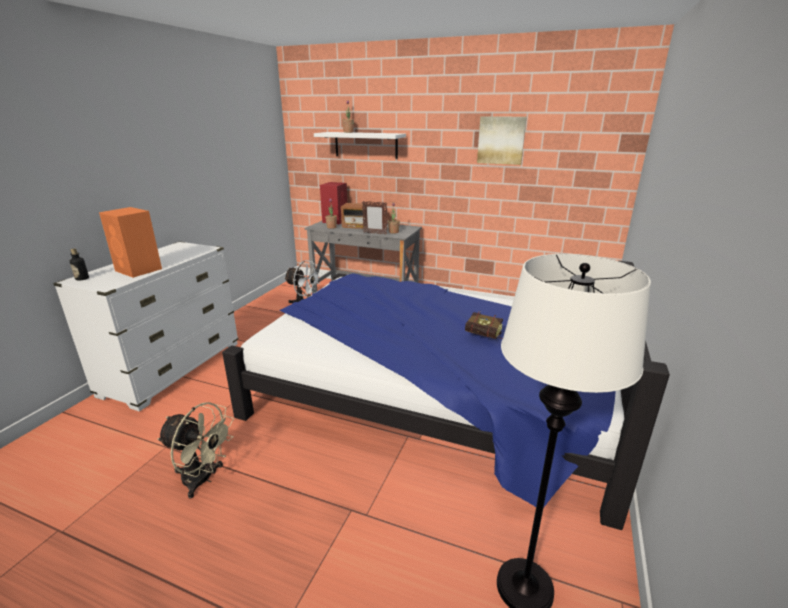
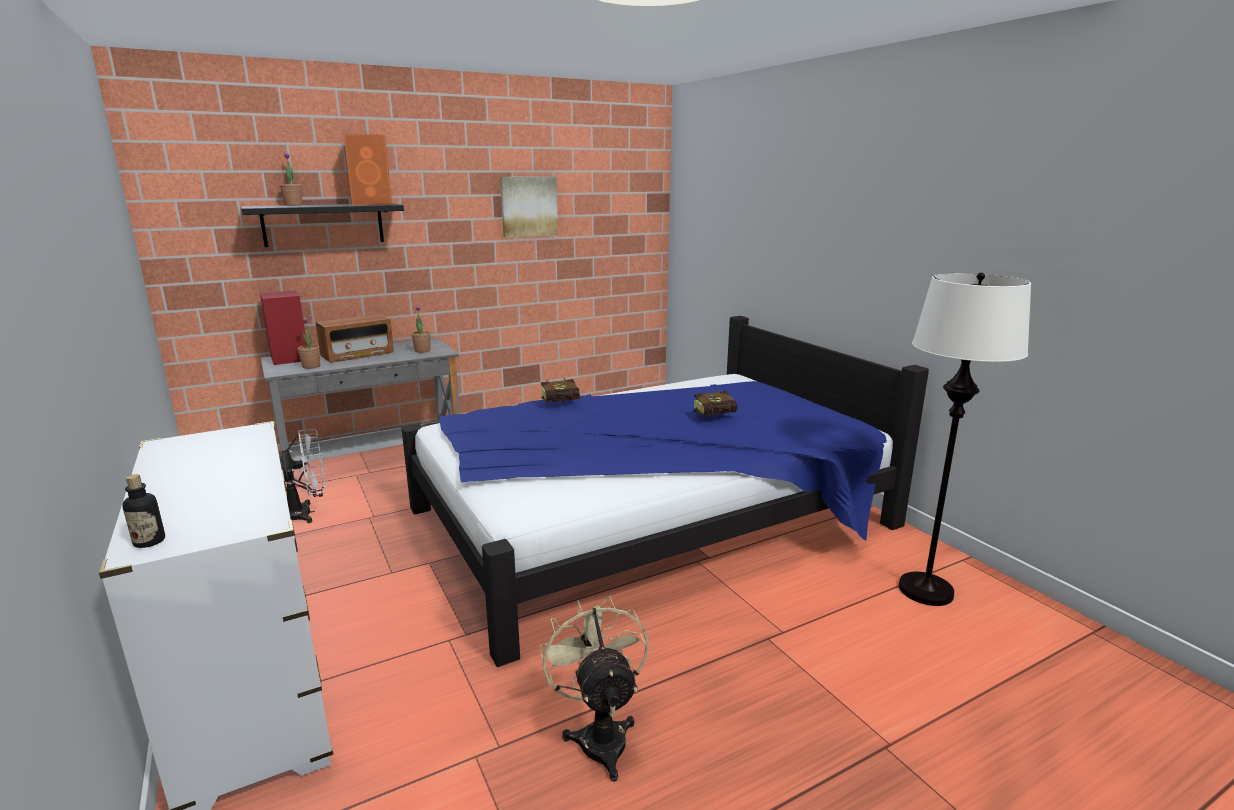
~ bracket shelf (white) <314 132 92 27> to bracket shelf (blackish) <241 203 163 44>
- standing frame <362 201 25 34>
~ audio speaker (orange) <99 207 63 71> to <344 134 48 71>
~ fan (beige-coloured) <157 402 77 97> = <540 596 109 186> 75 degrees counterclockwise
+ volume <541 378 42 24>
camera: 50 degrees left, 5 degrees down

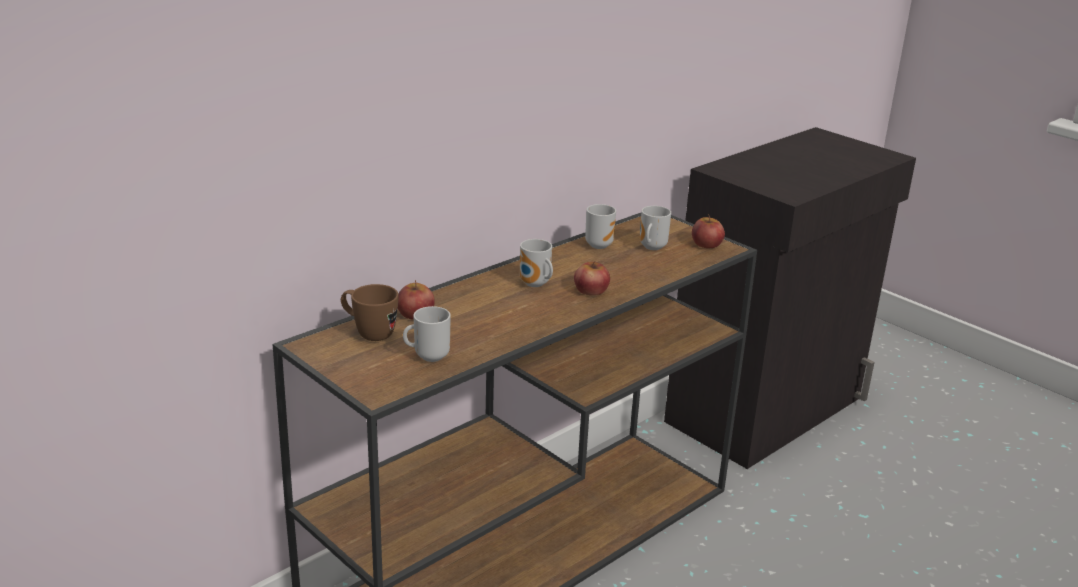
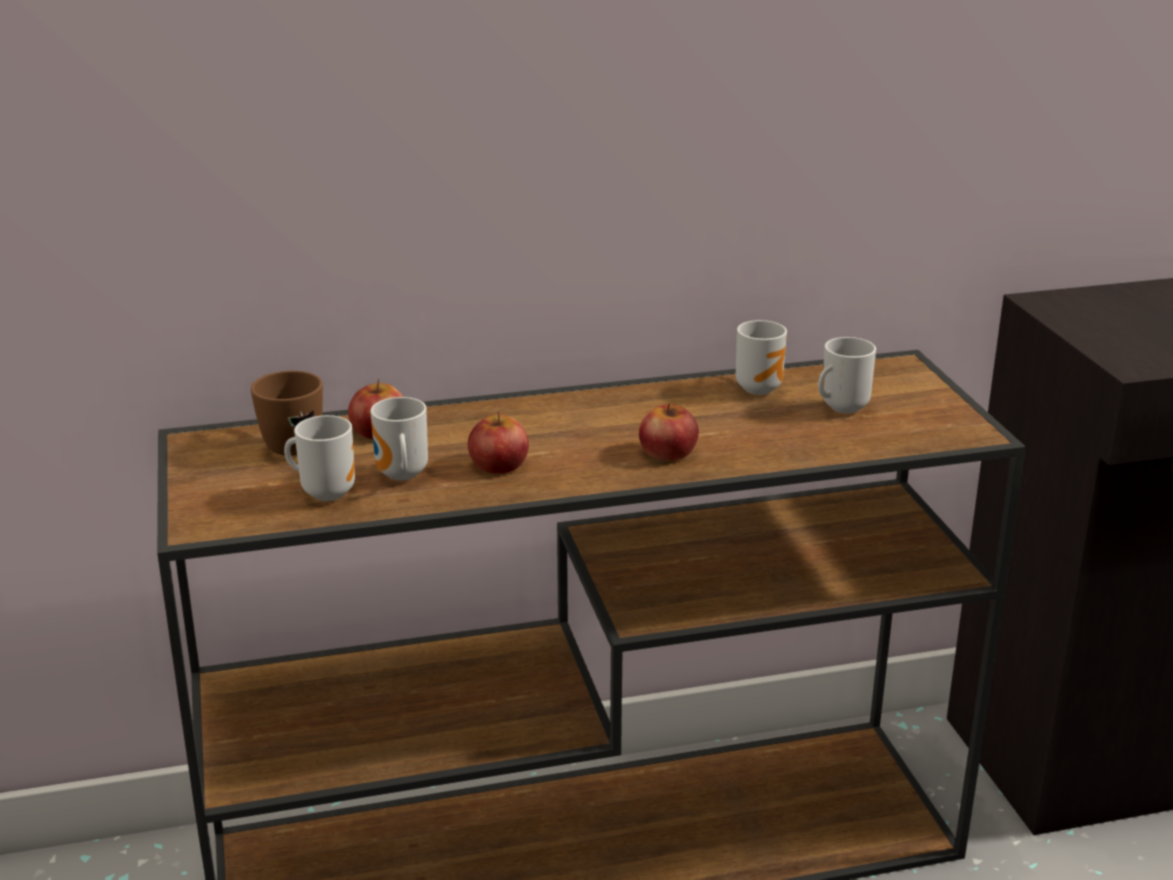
~ whole apple <692 214 33 34> to <468 410 61 64>
~ coffee mug <520 239 33 48> to <370 397 58 83>
camera: 30 degrees right, 0 degrees up

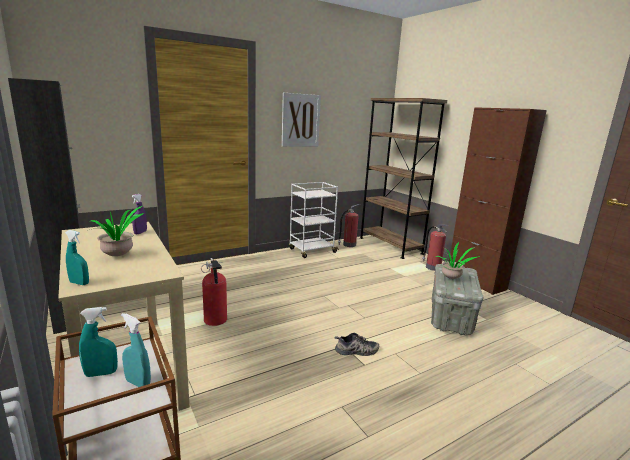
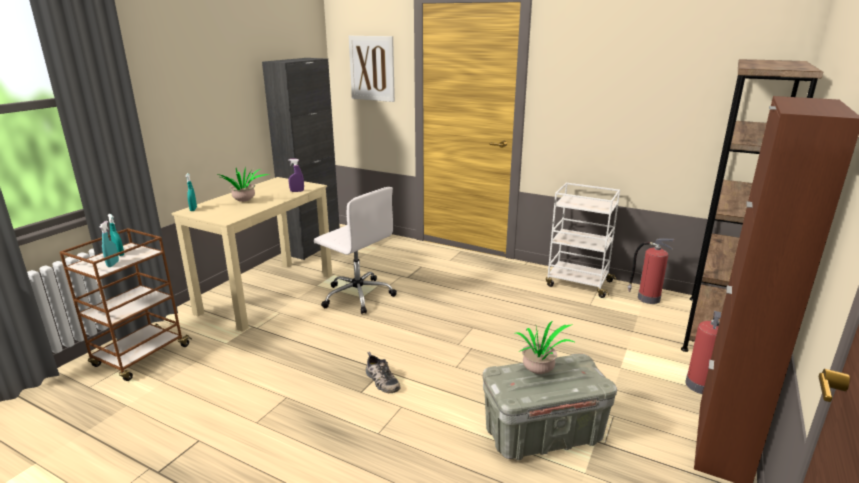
~ picture <282 93 39 54> to <349 36 46 66>
~ extinguisher <201 258 26 68> to computer chair (white) <314 187 83 127>
camera: 60 degrees right, 5 degrees up

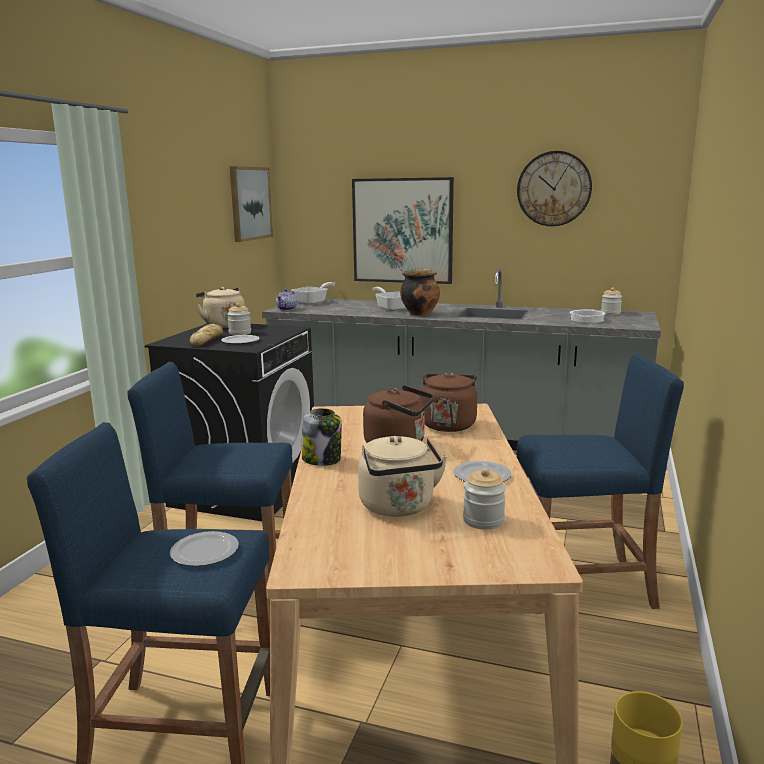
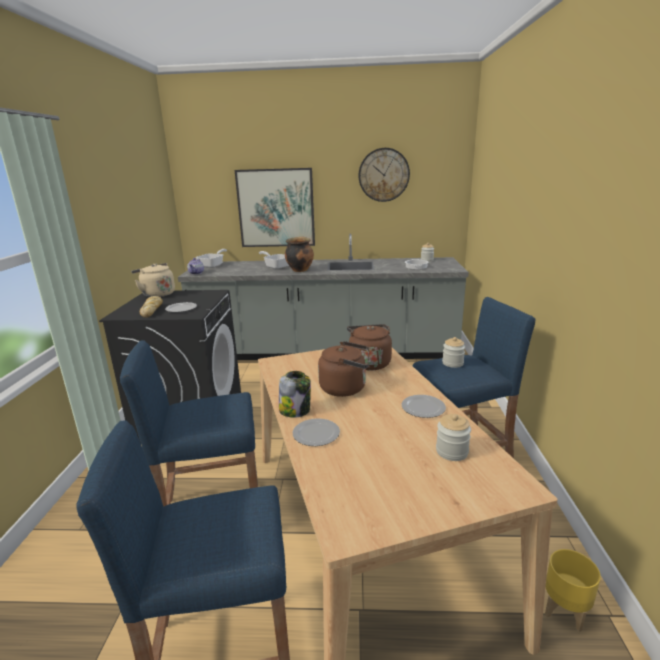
- picture <230 166 43 76>
~ preserve jar <227 303 24 32> to <442 337 23 31>
- kettle (beige-coloured) <358 436 90 81>
~ dinner plate <170 531 69 35> to <293 418 47 28>
camera: 15 degrees left, 5 degrees up

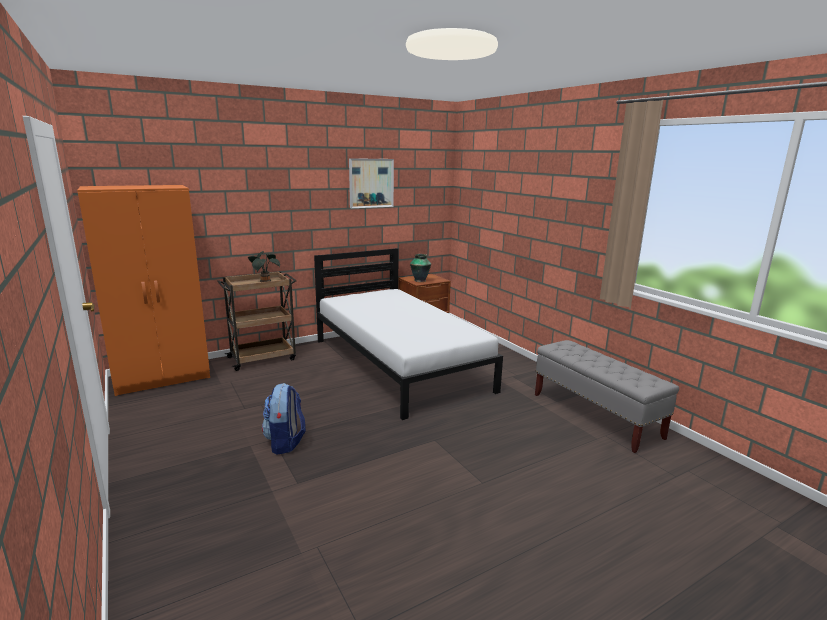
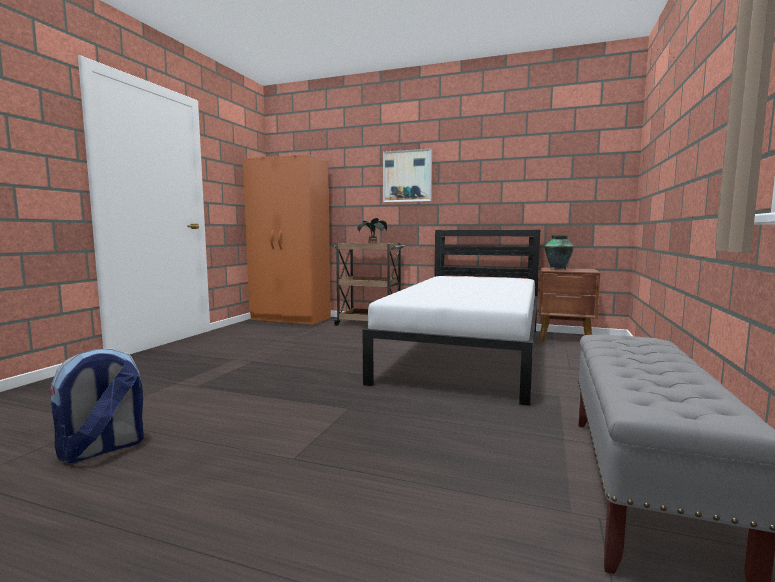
~ picture <349 158 45 50> to <383 149 49 53>
~ backpack <262 383 44 71> to <48 349 96 114>
camera: 50 degrees right, 10 degrees down

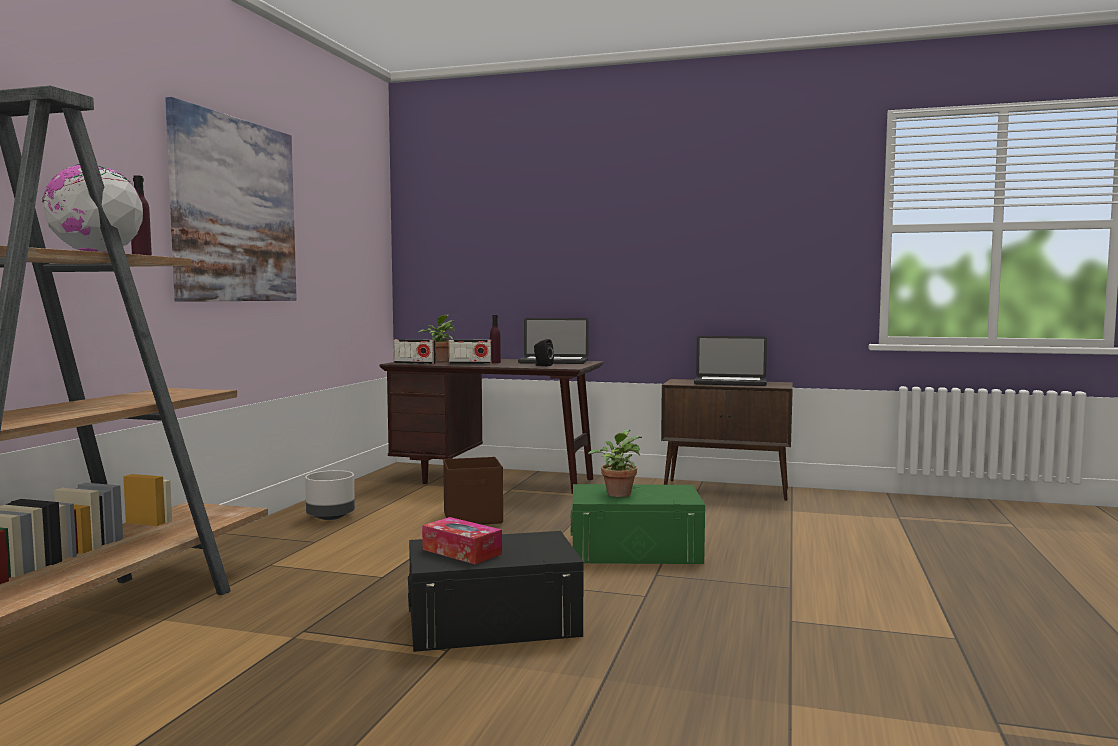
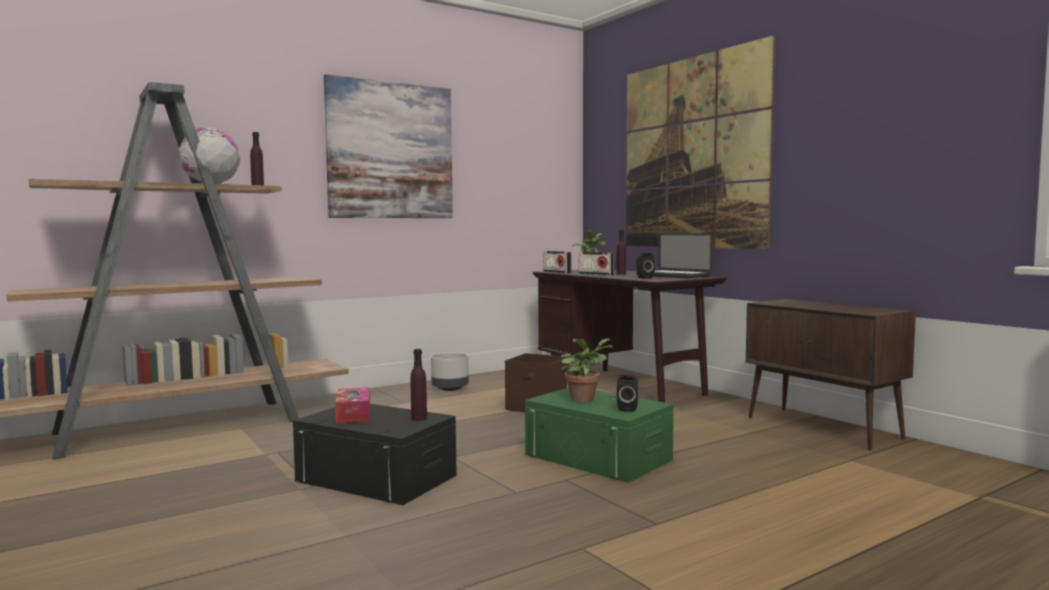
- laptop <694 336 73 50>
+ picture <626 35 149 214>
+ drink bottle (purple-coloured) <411 349 16 72>
+ audio speaker (blackish) <617 375 21 37>
camera: 40 degrees right, 0 degrees up

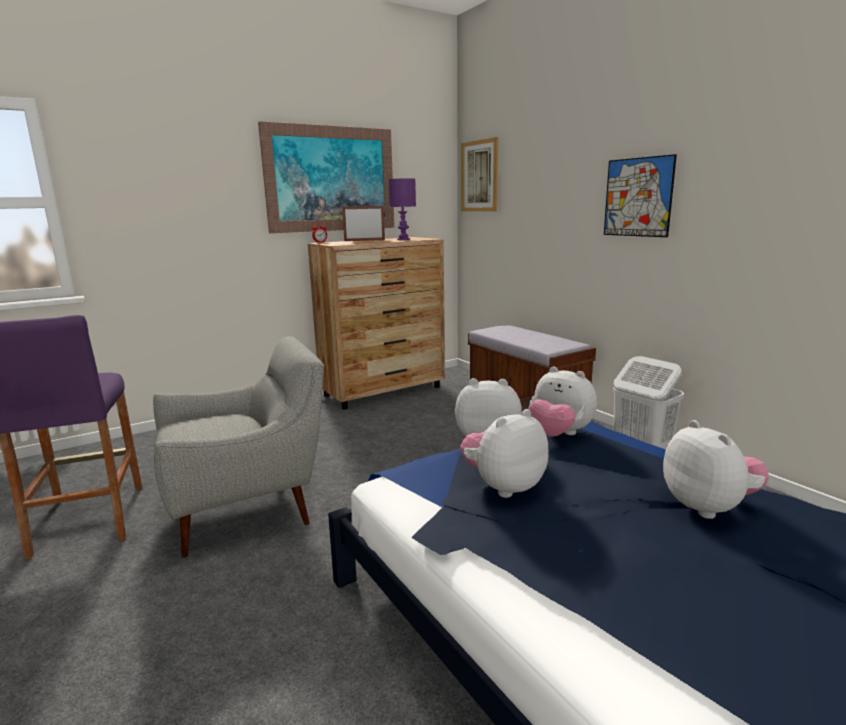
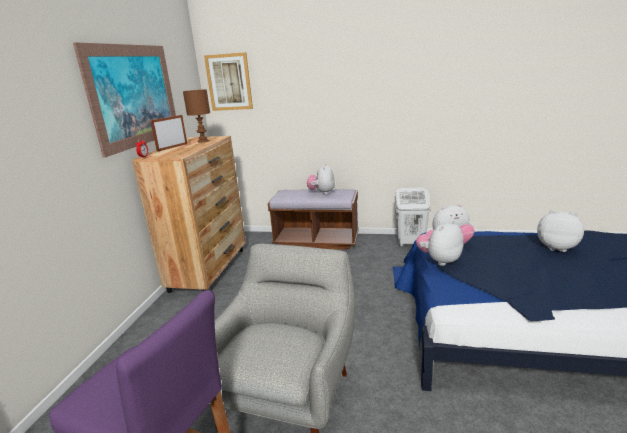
- picture <604 154 73 83>
~ lamp for a table (purple-coloured) <388 178 28 62> to lamp for a table (brown-coloured) <183 89 27 53>
~ plush toy <460 409 88 89> to <307 164 28 30>
camera: 45 degrees left, 5 degrees up

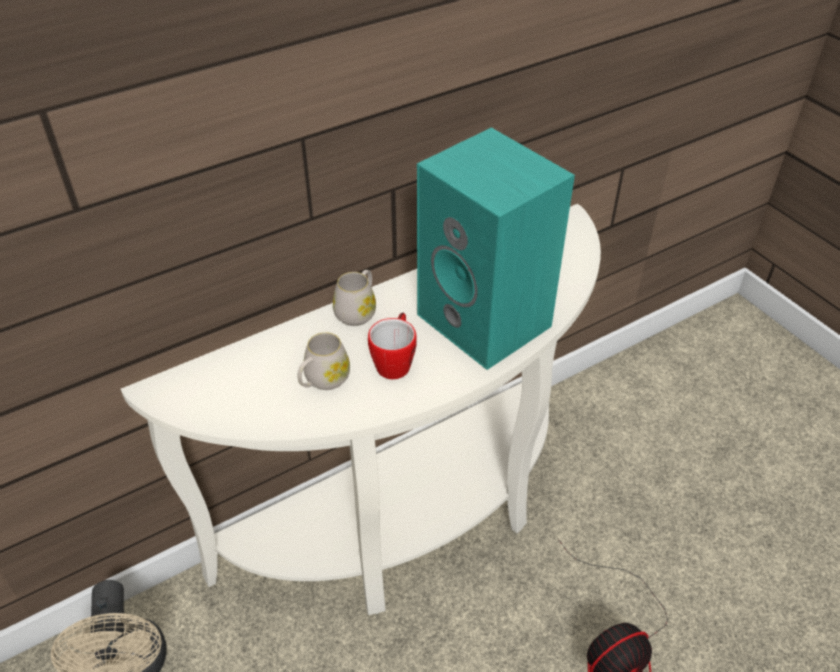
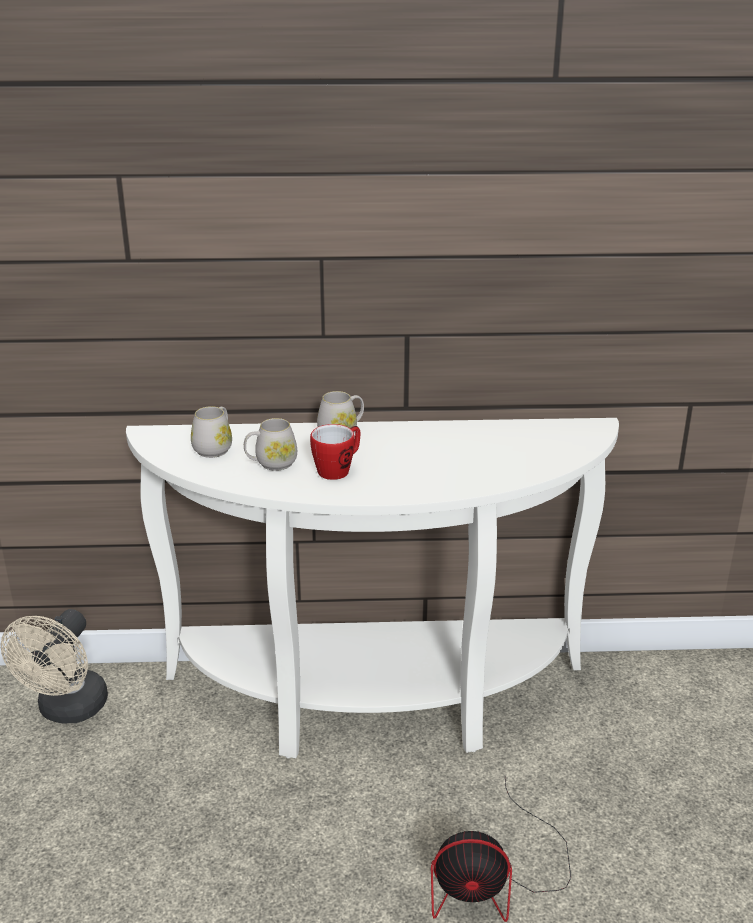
- audio speaker (blue-green) <417 128 158 242>
+ coffee mug (white) <191 406 41 52>
camera: 30 degrees right, 15 degrees down

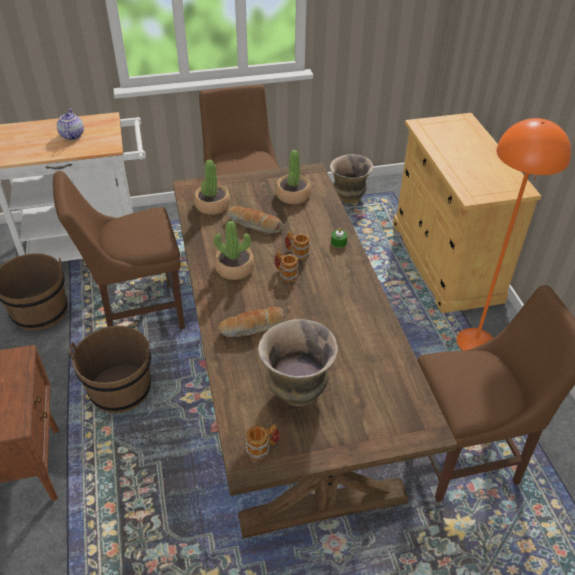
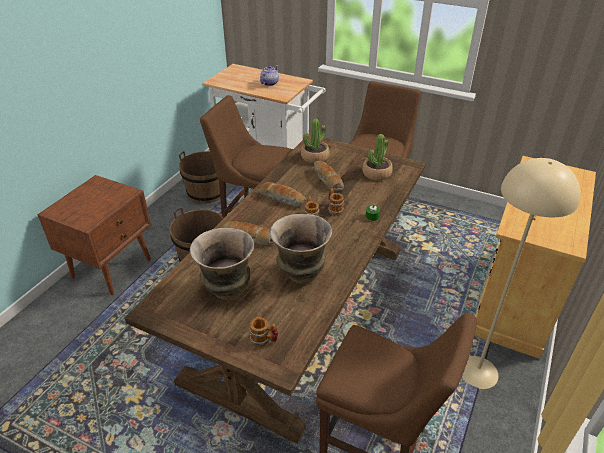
~ standing lamp (orange) <457 118 114 232> to standing lamp (beige-coloured) <462 158 119 231>
~ flower vase <330 154 43 50> to <270 214 62 69>
~ potted plant <214 221 41 59> to bread <259 182 47 25>
~ coffee mug <246 424 34 36> to <250 317 29 30>
camera: 40 degrees right, 5 degrees down

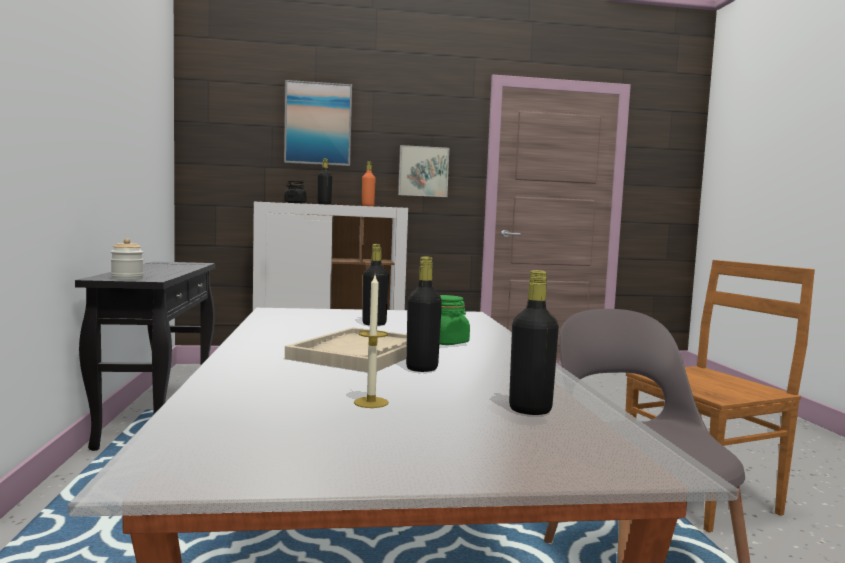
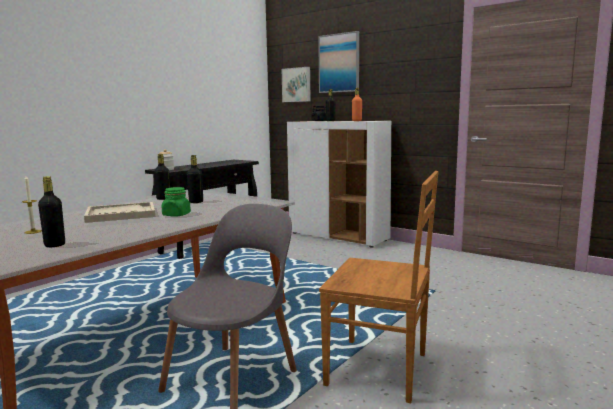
~ picture <398 145 51 52> to <282 67 29 35>
~ drink bottle (blackish) <406 257 36 115> to <154 154 16 46>
camera: 45 degrees right, 5 degrees up

